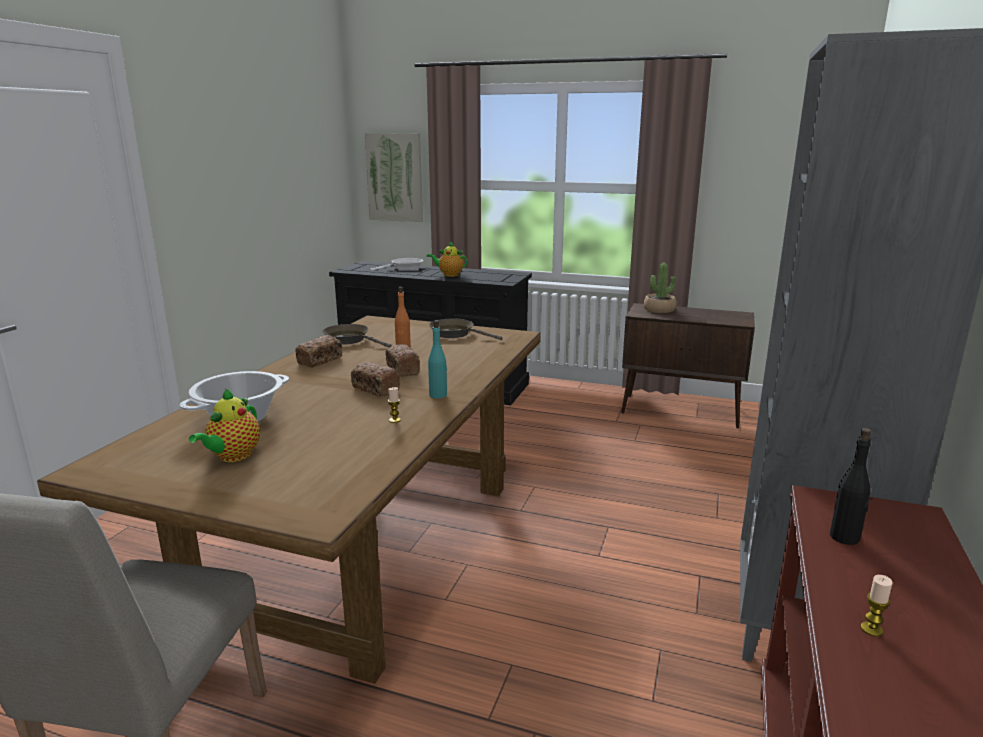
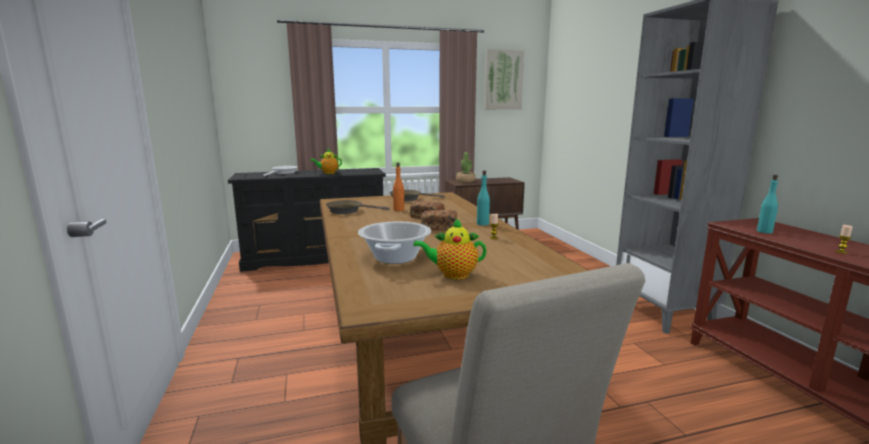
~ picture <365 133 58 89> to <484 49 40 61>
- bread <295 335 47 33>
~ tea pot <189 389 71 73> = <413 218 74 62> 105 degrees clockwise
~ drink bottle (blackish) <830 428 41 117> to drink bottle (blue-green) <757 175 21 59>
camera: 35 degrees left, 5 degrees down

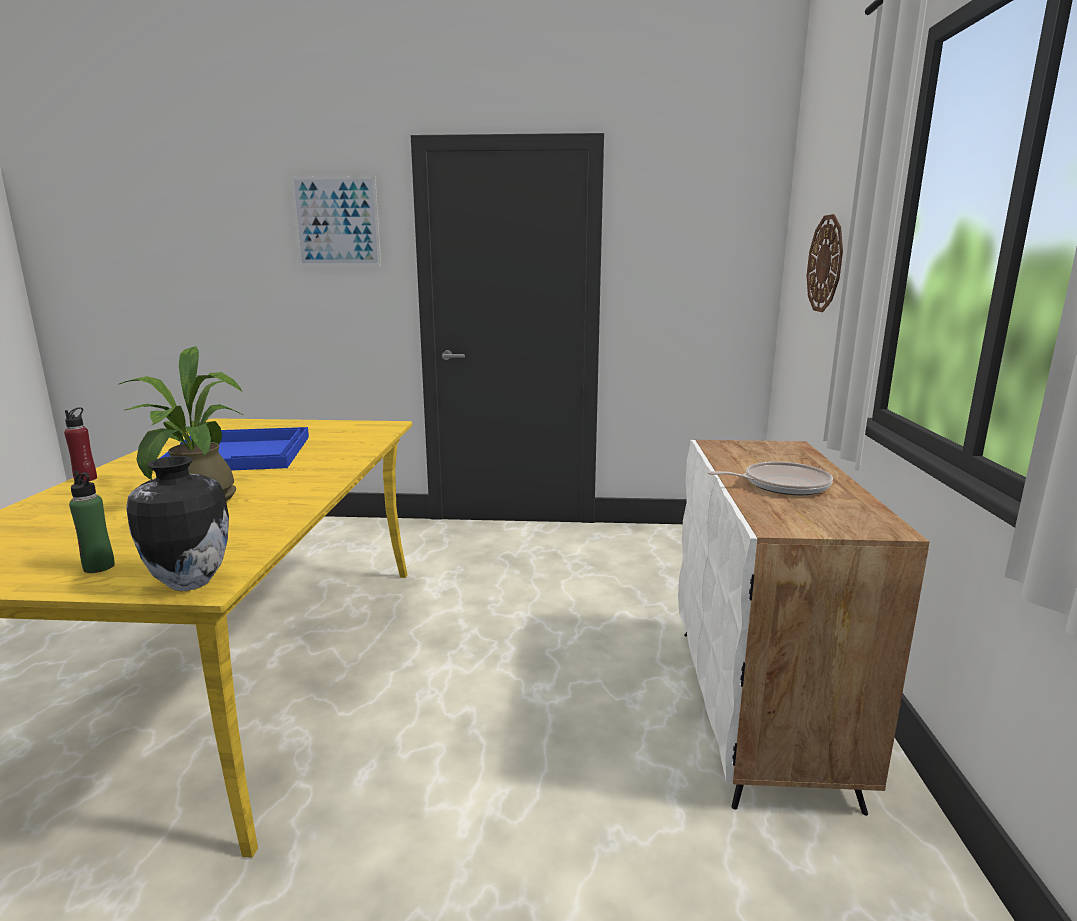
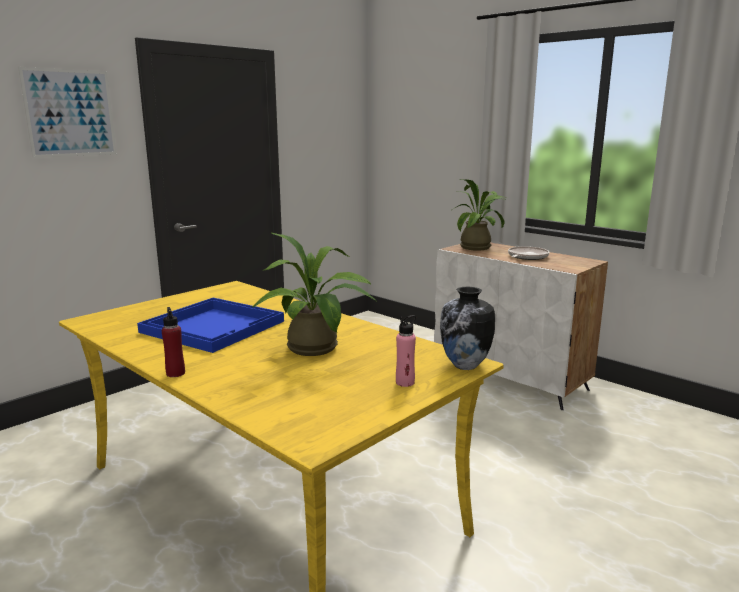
- wall clock <807 214 36 98>
~ drink bottle (green-coloured) <69 470 46 103> to drink bottle (pinkish) <396 315 20 72>
+ potted plant <452 179 55 71>
camera: 50 degrees left, 0 degrees up

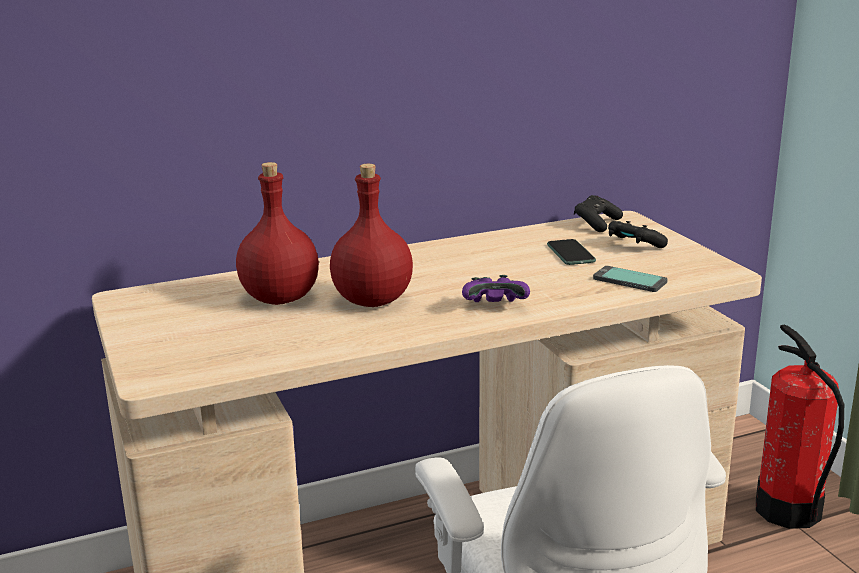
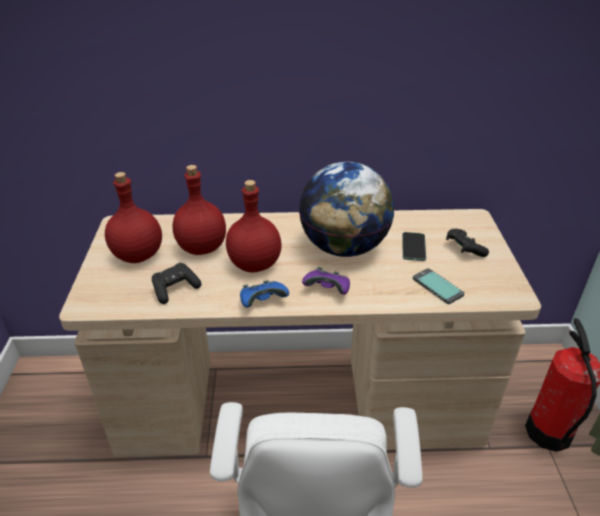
~ game controller (blackish) <574 195 49 37> to <152 263 49 41>
+ desk globe <299 162 96 95>
+ drink bottle (red) <105 172 57 91>
+ game controller (blue-coloured) <240 280 49 28>
camera: 20 degrees right, 15 degrees up

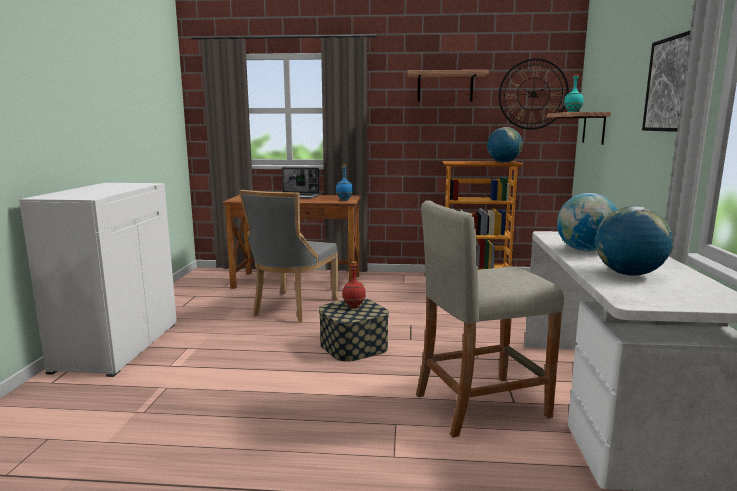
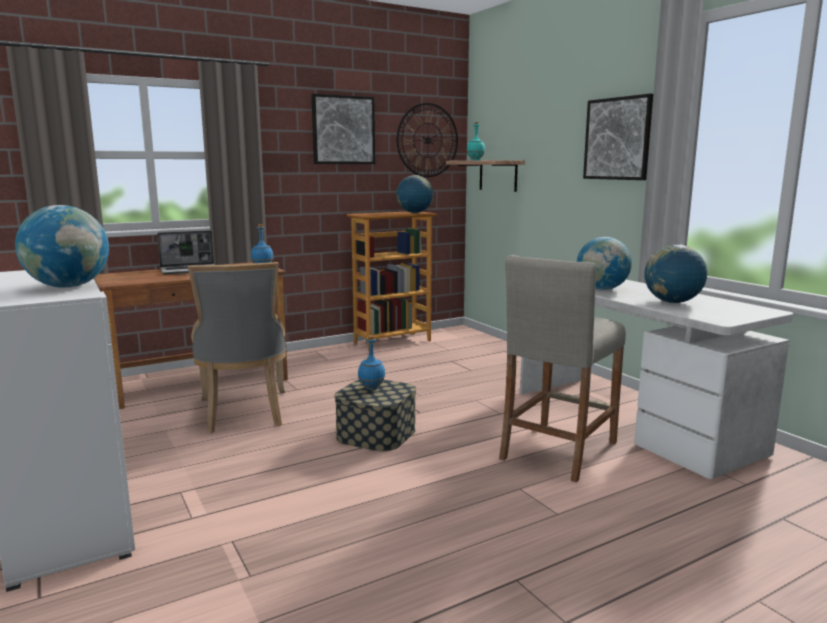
~ bracket shelf <408 70 81 32> to picture <311 94 64 70>
~ drink bottle (red) <342 261 24 47> to drink bottle (blue-coloured) <358 335 27 55>
+ desk globe <15 205 94 83>
camera: 35 degrees left, 0 degrees up

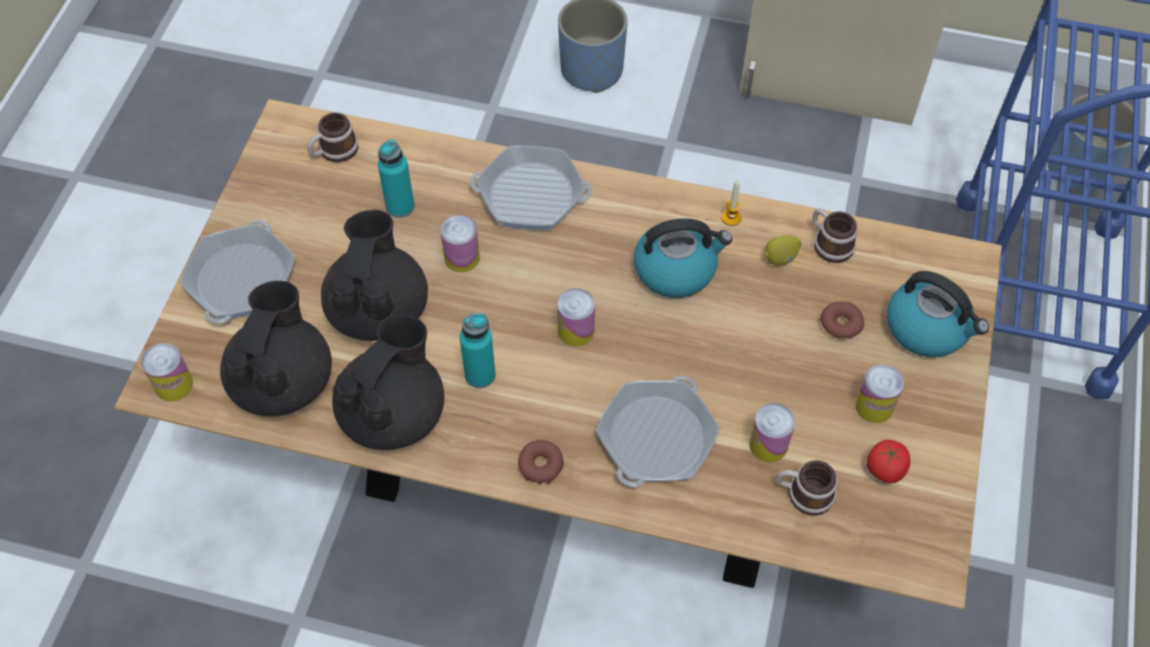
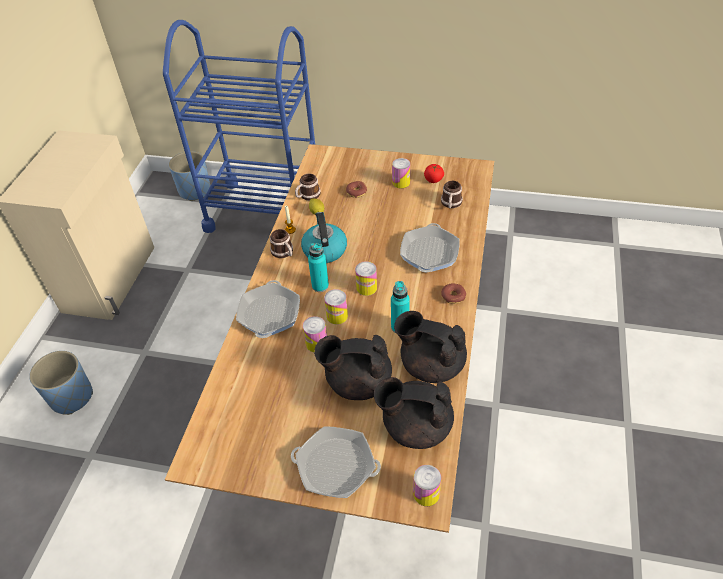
~ coffee mug <307 113 51 49> to <270 229 23 29>
~ drink bottle (blue-green) <378 139 37 79> to <308 243 21 49>
- kettle <887 271 102 86>
~ pan <596 376 124 111> = <400 223 60 49> 75 degrees clockwise
~ sealed can <749 403 46 59> to <324 289 24 36>
camera: 90 degrees left, 10 degrees down

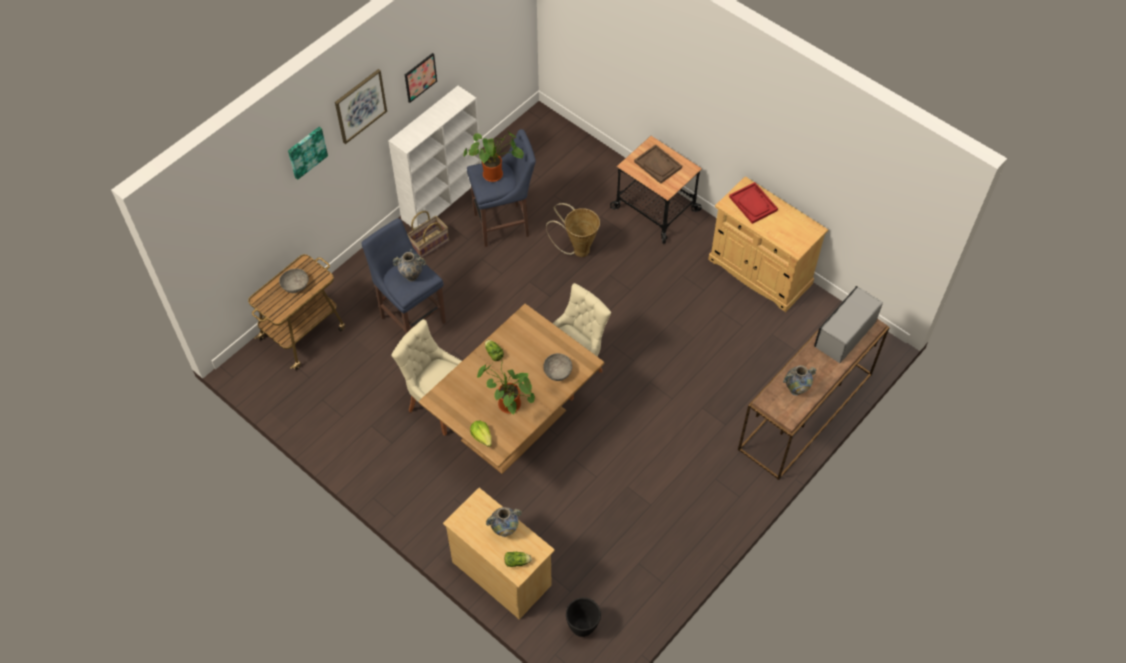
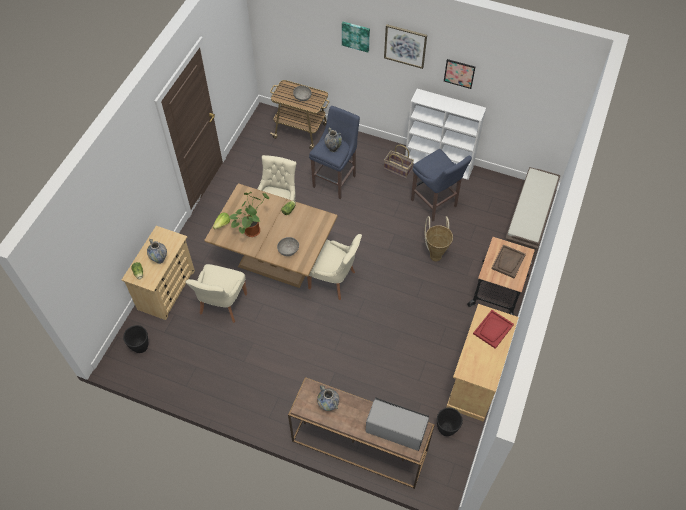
- potted plant <463 129 61 53>
+ bench (brown-coloured) <505 167 55 99>
+ chair (beige-coloured) <185 264 62 59>
+ flower pot (blackish) <437 407 26 29>
camera: 70 degrees right, 0 degrees up

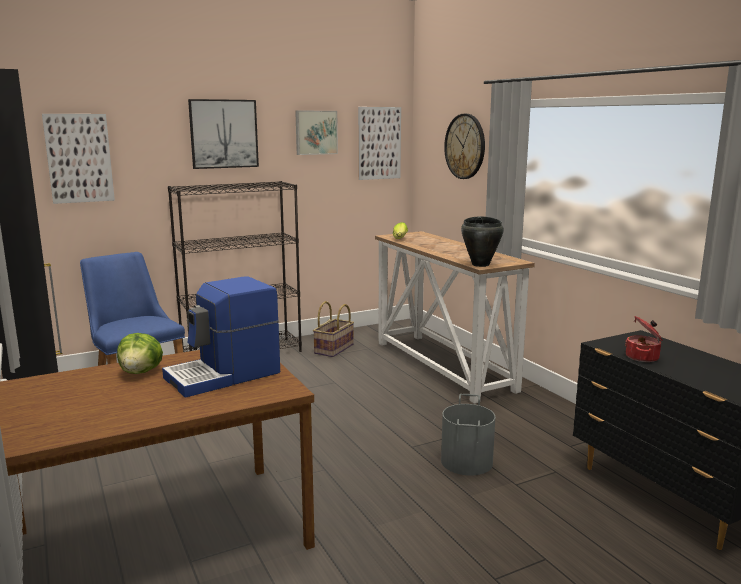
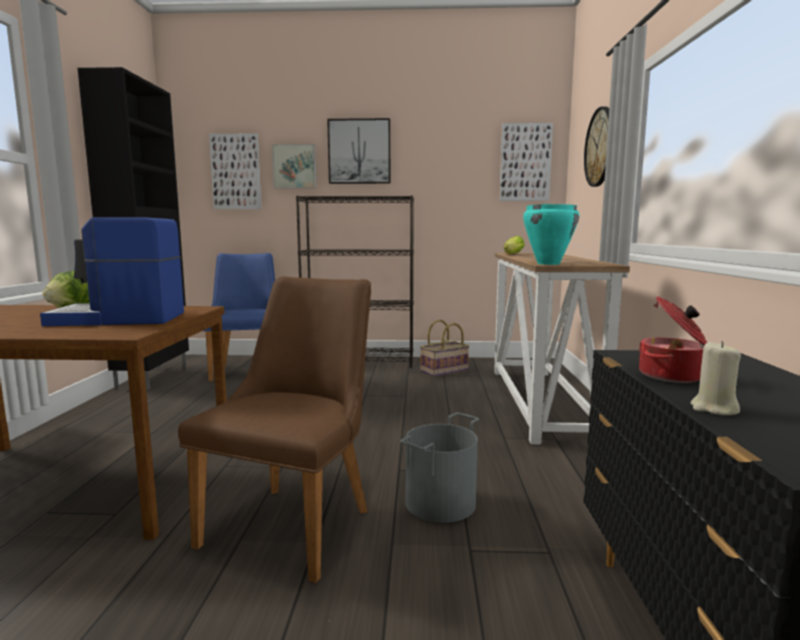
~ picture <295 111 43 44> to <272 144 44 44>
~ saucepot (blackish) <461 216 43 51> to saucepot (blue-green) <523 204 56 61>
+ chair (brown-coloured) <178 276 193 307>
+ candle (beige-coloured) <691 341 50 74>
camera: 30 degrees right, 5 degrees down

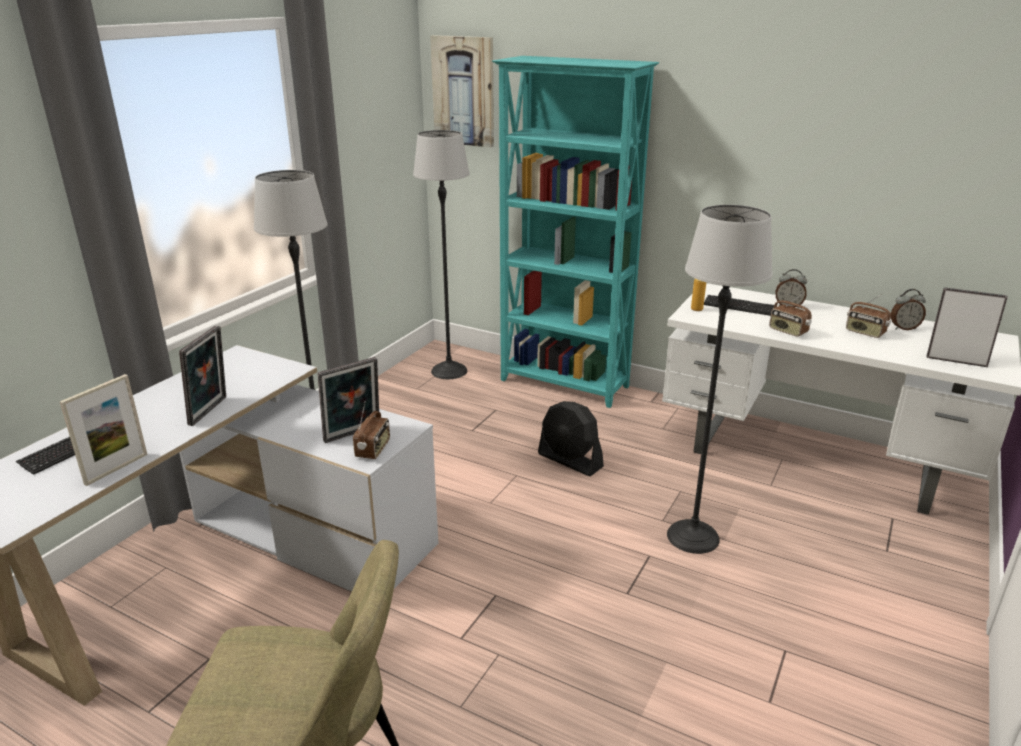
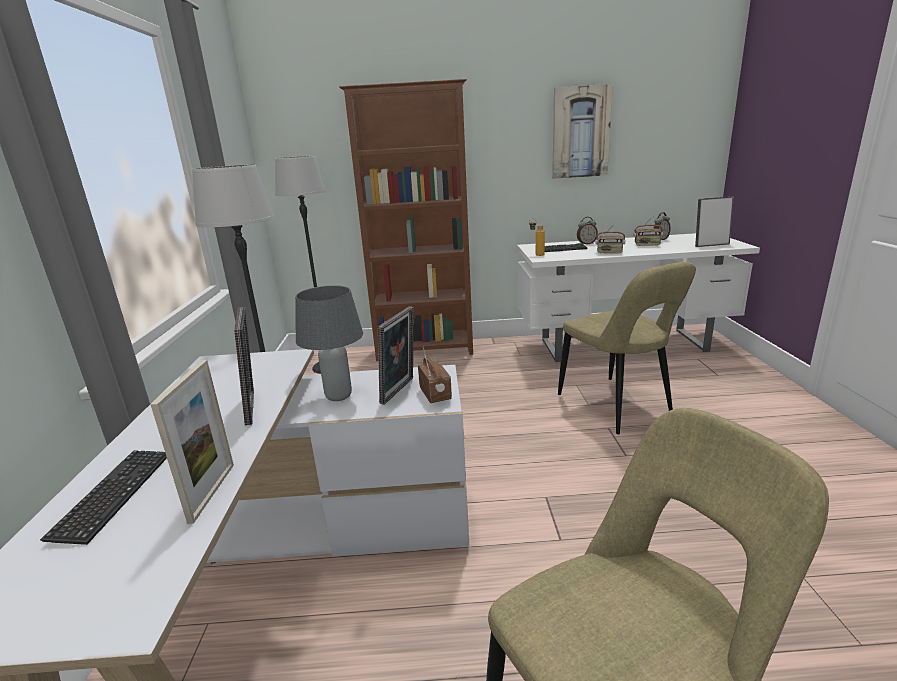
~ picture <430 35 64 113> to <552 84 61 95>
~ bookshelf (blue-green) <492 56 167 352> to bookshelf (brown-coloured) <339 79 134 282>
~ standing lamp <667 205 106 349> to chair (beige-coloured) <558 261 138 173>
- fan (blackish) <538 401 66 75>
+ lamp for a table (gray) <295 285 68 116>
camera: 30 degrees left, 5 degrees down

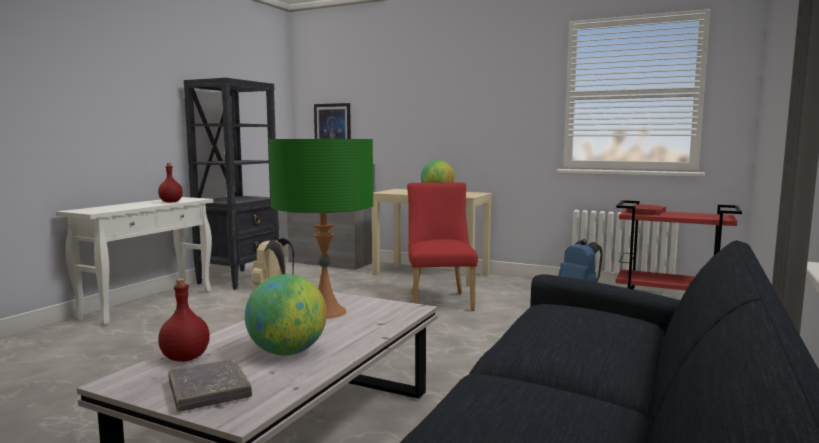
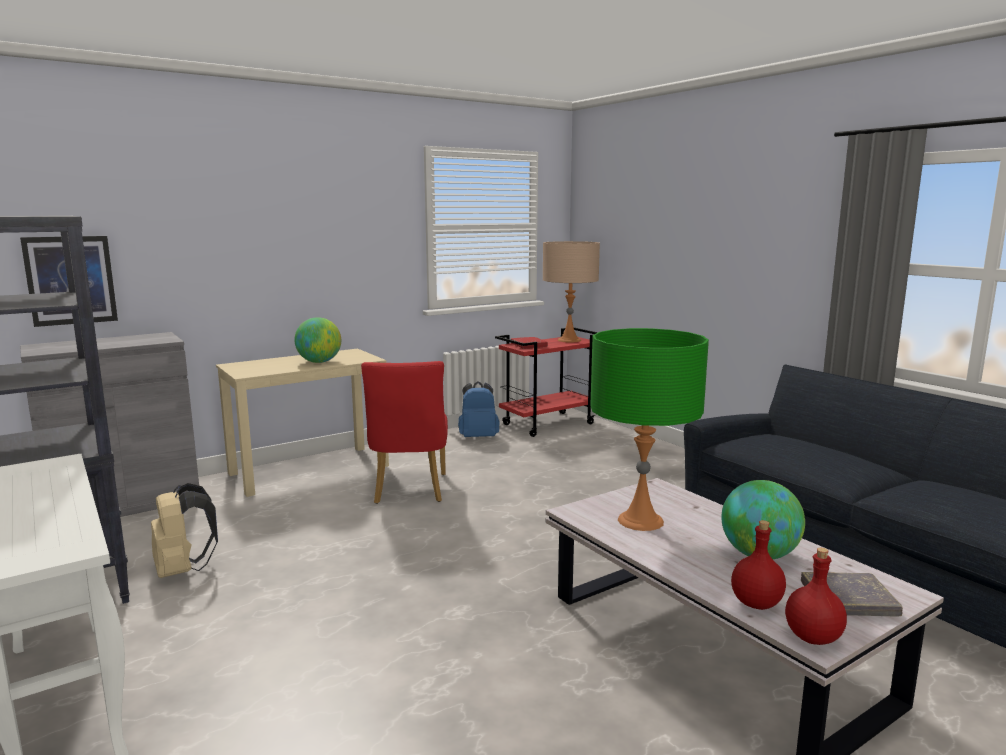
~ drink bottle (red) <158 163 25 40> to <785 548 62 97>
~ chair (red) <407 182 71 129> = <361 361 87 143> 120 degrees counterclockwise
+ lamp for a table (beige-coloured) <543 241 57 102>
camera: 60 degrees left, 5 degrees up

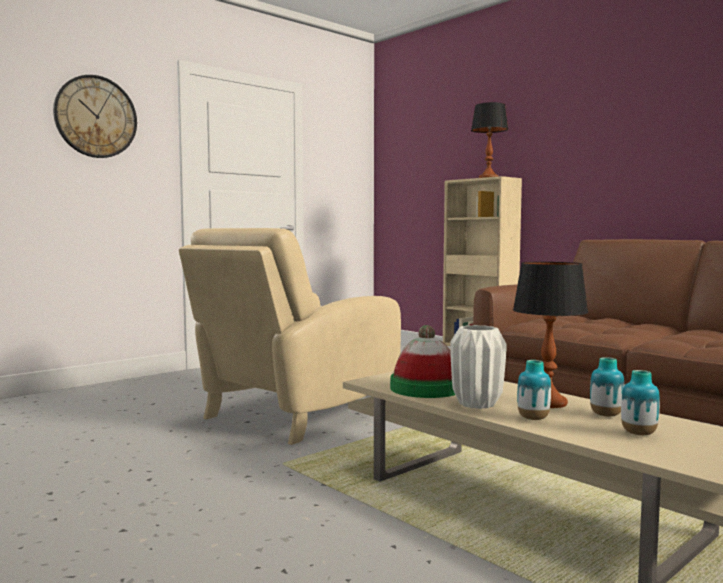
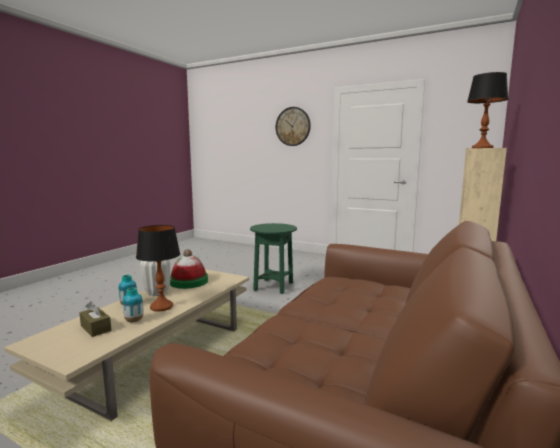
~ easy chair (beige-coloured) <179 228 222 217> to side table (green-coloured) <250 223 47 71>
~ flower vase <621 370 39 65> to tissue holder (brown-coloured) <79 301 32 36>
camera: 70 degrees right, 5 degrees up

